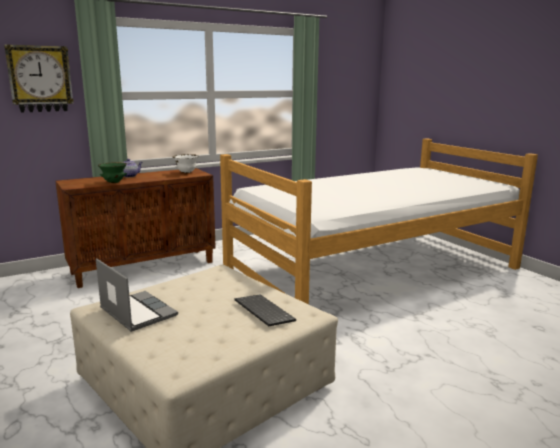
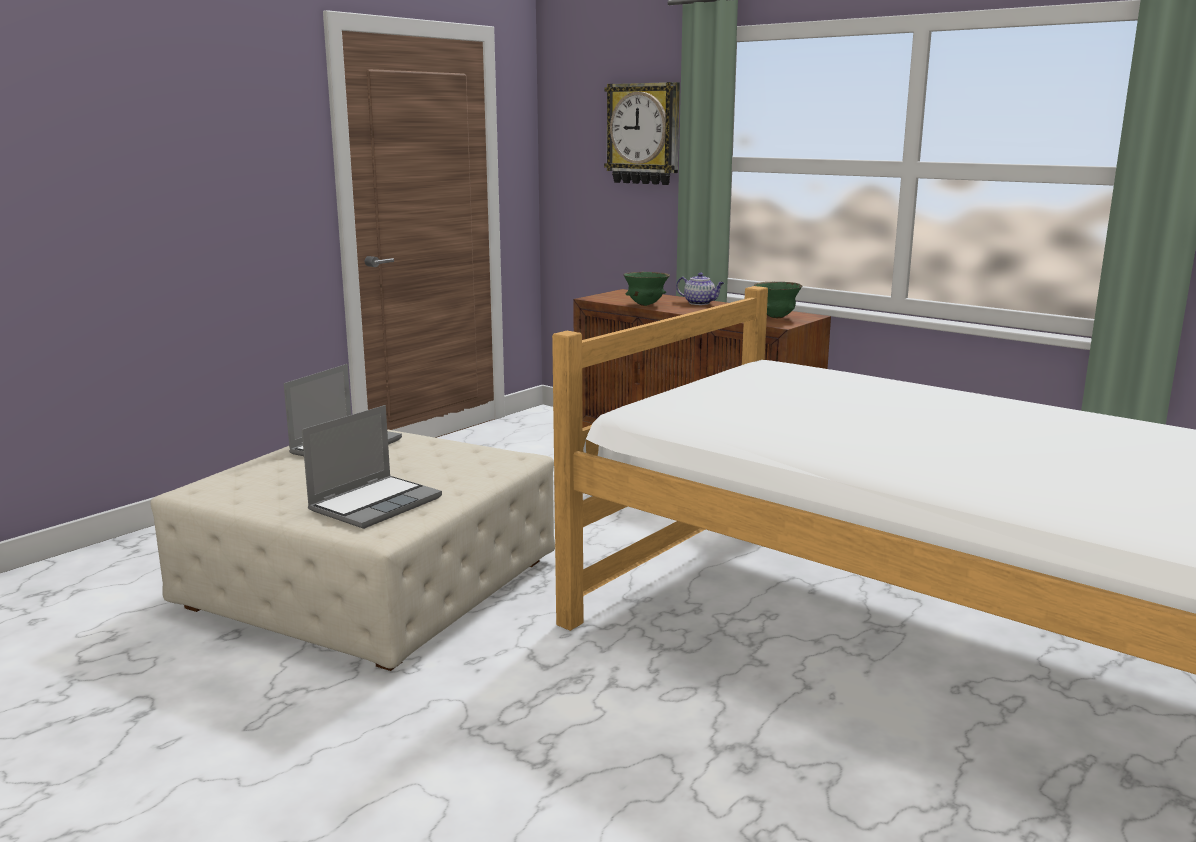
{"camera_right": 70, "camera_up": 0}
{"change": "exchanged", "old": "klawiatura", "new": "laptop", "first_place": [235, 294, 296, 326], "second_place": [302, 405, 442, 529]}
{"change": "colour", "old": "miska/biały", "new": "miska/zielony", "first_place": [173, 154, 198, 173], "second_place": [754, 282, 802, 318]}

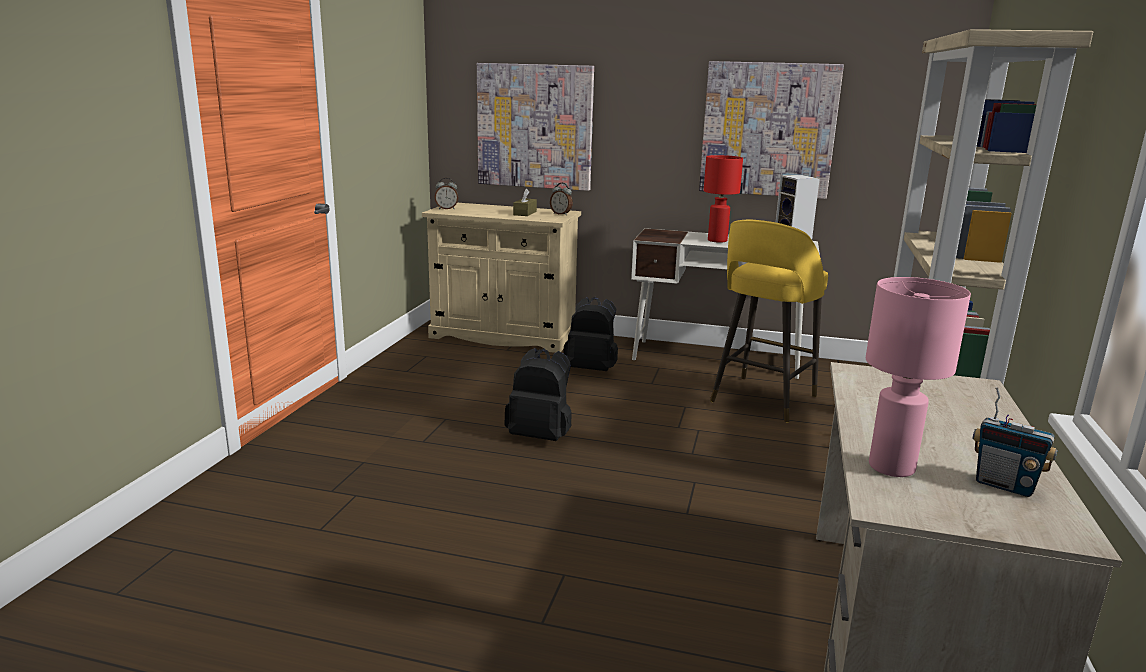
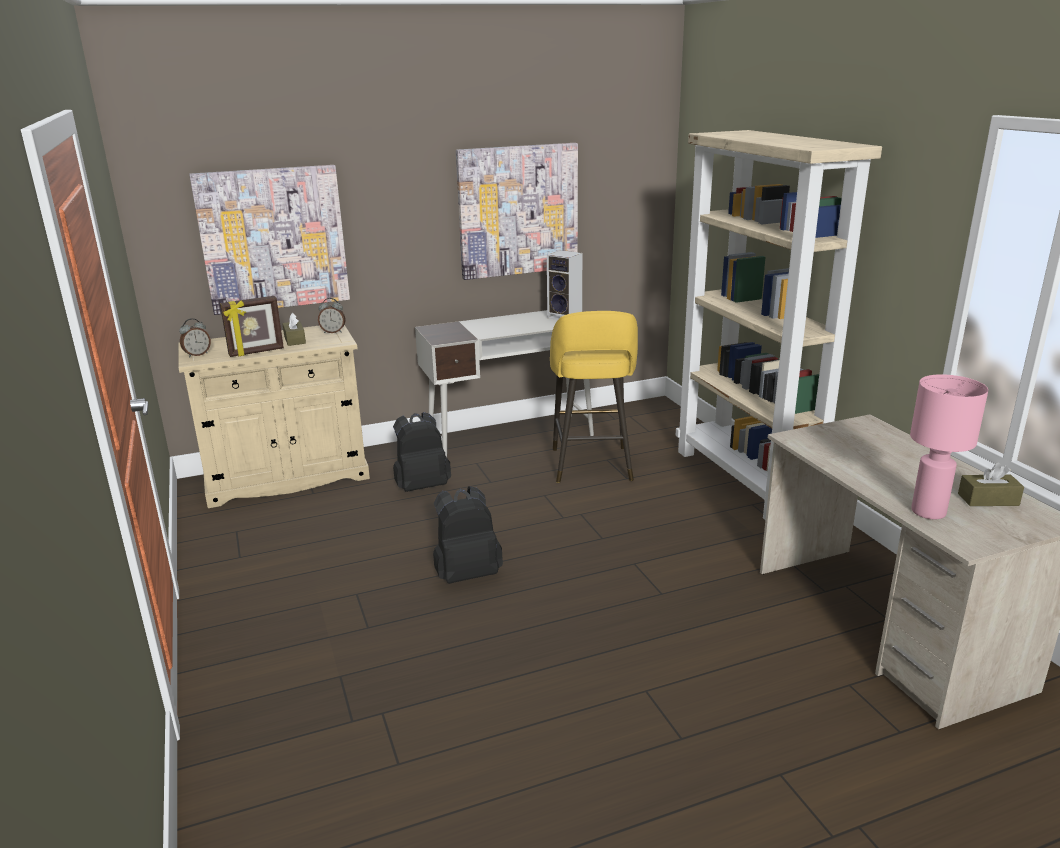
{"camera_right": -35, "camera_up": 5}
{"change": "missing", "old": "lampa stołowa/czerwony", "first_place": [704, 155, 743, 243]}
{"change": "appeared", "new": "ramka na zdjęcie", "second_place": [220, 296, 284, 357]}
{"change": "exchanged", "old": "radio", "new": "pudełko chusteczek/brązowy", "first_place": [972, 387, 1058, 497], "second_place": [958, 463, 1024, 506]}

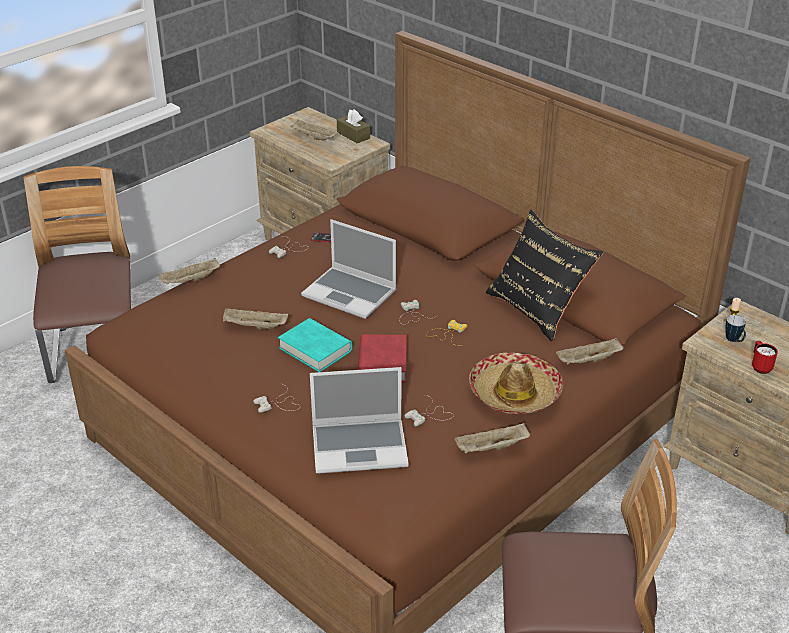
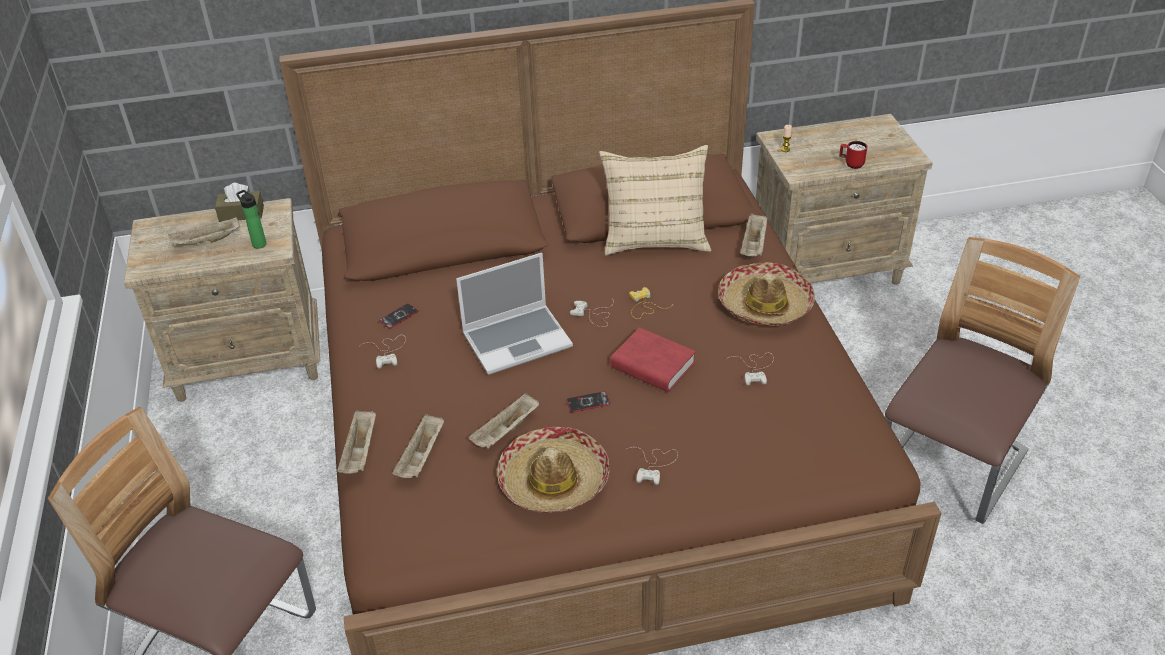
{"camera_right": -55, "camera_up": 5}
{"change": "missing", "old": "laptop", "first_place": [310, 367, 409, 473]}
{"change": "missing", "old": "kubek", "first_place": [725, 315, 746, 342]}
{"change": "appeared", "new": "butelka", "second_place": [236, 190, 266, 249]}
{"change": "appeared", "new": "kapelusz", "second_place": [497, 427, 609, 513]}
{"change": "relocated", "old": "taca/beżowy", "first_place": [455, 423, 530, 453], "second_place": [392, 414, 444, 478]}
{"change": "exchanged", "old": "książka/turkusowy", "new": "telefon", "first_place": [278, 318, 352, 372], "second_place": [566, 391, 610, 412]}
{"change": "colour", "old": "poduszka/czarny", "new": "poduszka/beżowy", "first_place": [486, 210, 603, 341], "second_place": [599, 145, 711, 255]}

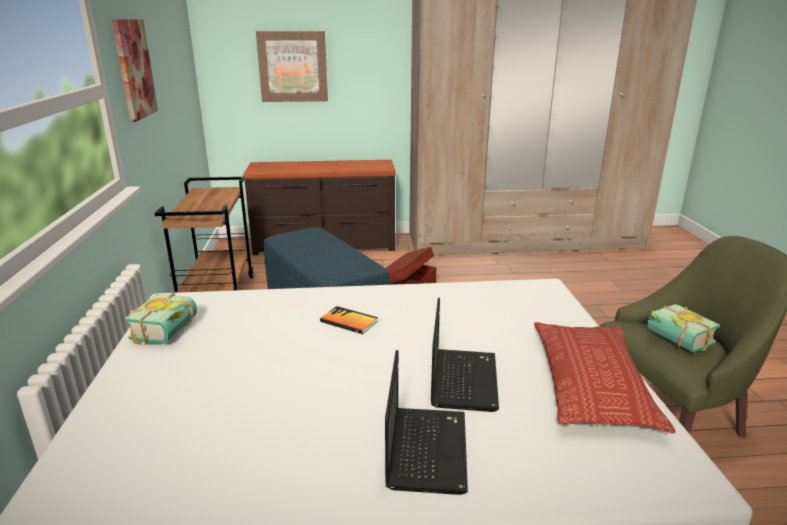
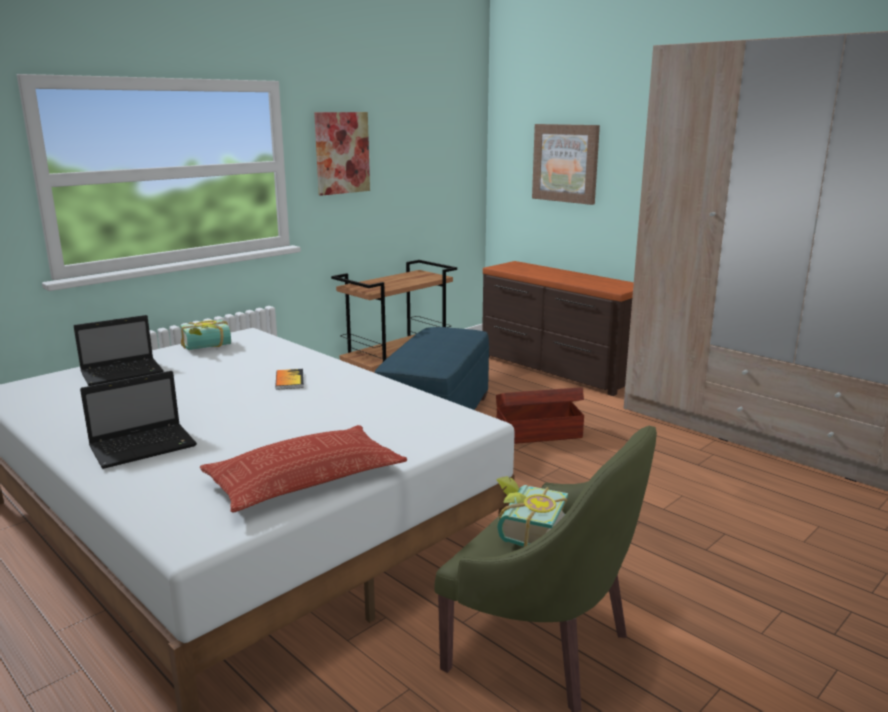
{"camera_right": 50, "camera_up": -5}
{"change": "relocated", "old": "laptop", "first_place": [431, 298, 499, 412], "second_place": [74, 315, 164, 386]}

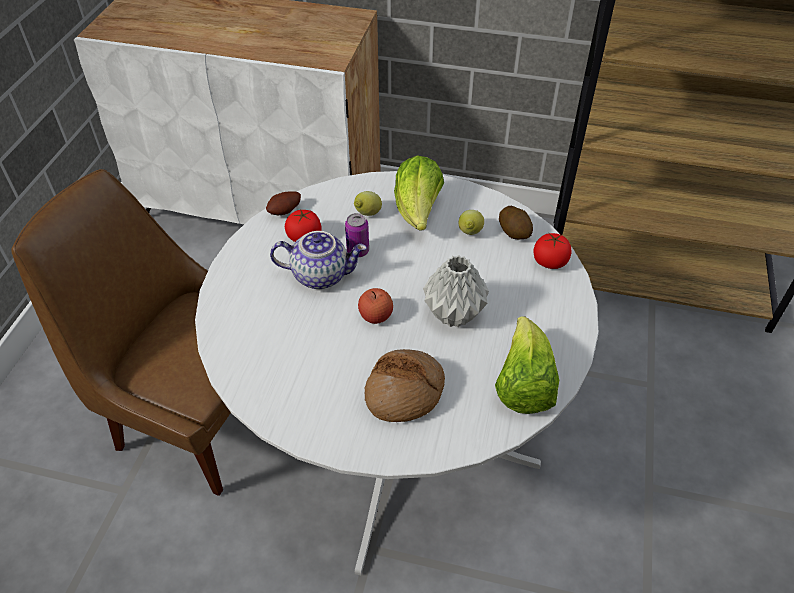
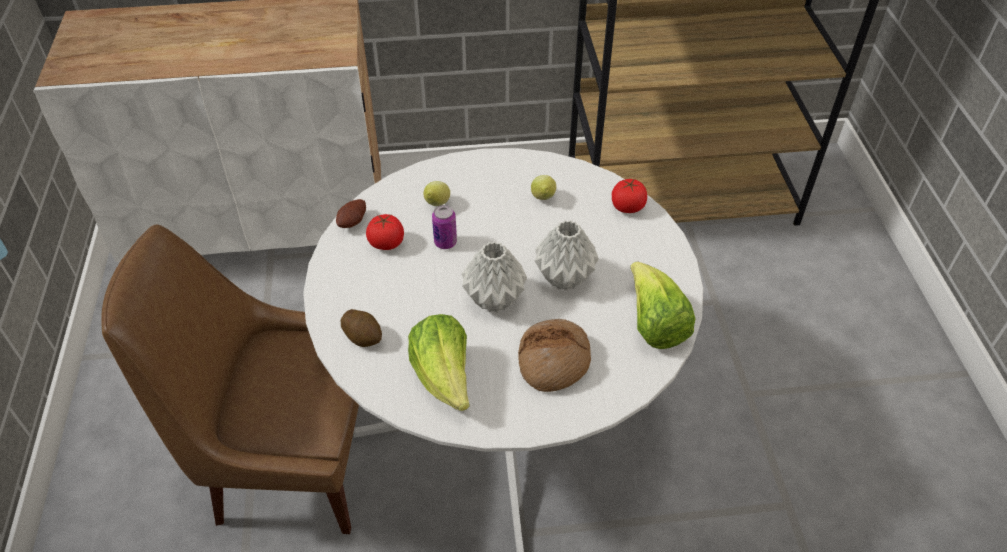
{"camera_right": -20, "camera_up": 0}
{"change": "missing", "old": "imbryk", "first_place": [270, 231, 367, 289]}
{"change": "relocated", "old": "sałata", "first_place": [394, 156, 444, 230], "second_place": [408, 314, 470, 411]}
{"change": "relocated", "old": "ziemniak", "first_place": [499, 206, 533, 239], "second_place": [341, 309, 382, 347]}
{"change": "exchanged", "old": "jabłko", "new": "wazon/szary", "first_place": [358, 288, 393, 324], "second_place": [462, 241, 527, 312]}

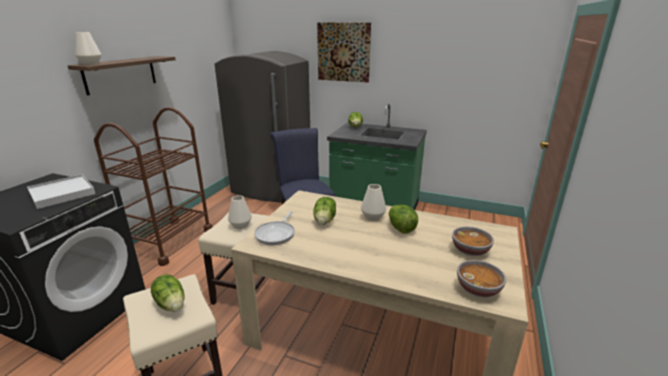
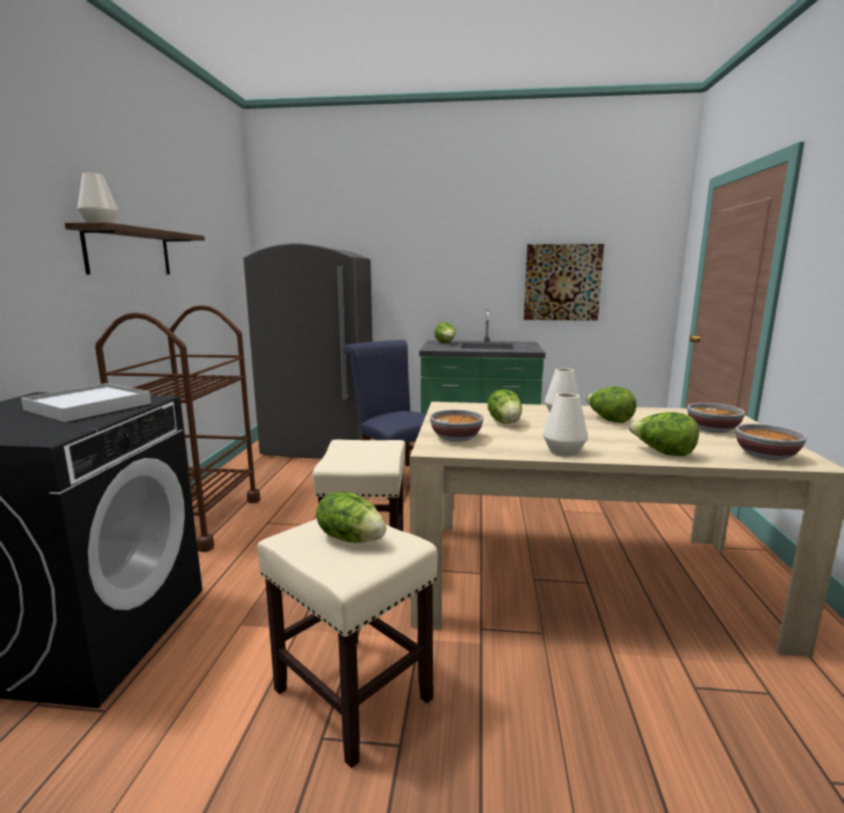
{"camera_right": -15, "camera_up": -10}
{"change": "appeared", "new": "sałata", "second_place": [629, 412, 699, 456]}
{"change": "relocated", "old": "wazon/biały", "first_place": [228, 195, 252, 229], "second_place": [543, 393, 588, 456]}
{"change": "relocated", "old": "obraz", "first_place": [317, 23, 371, 82], "second_place": [524, 244, 604, 321]}
{"change": "exchanged", "old": "patelnia", "new": "miska", "first_place": [254, 211, 295, 245], "second_place": [430, 410, 483, 442]}

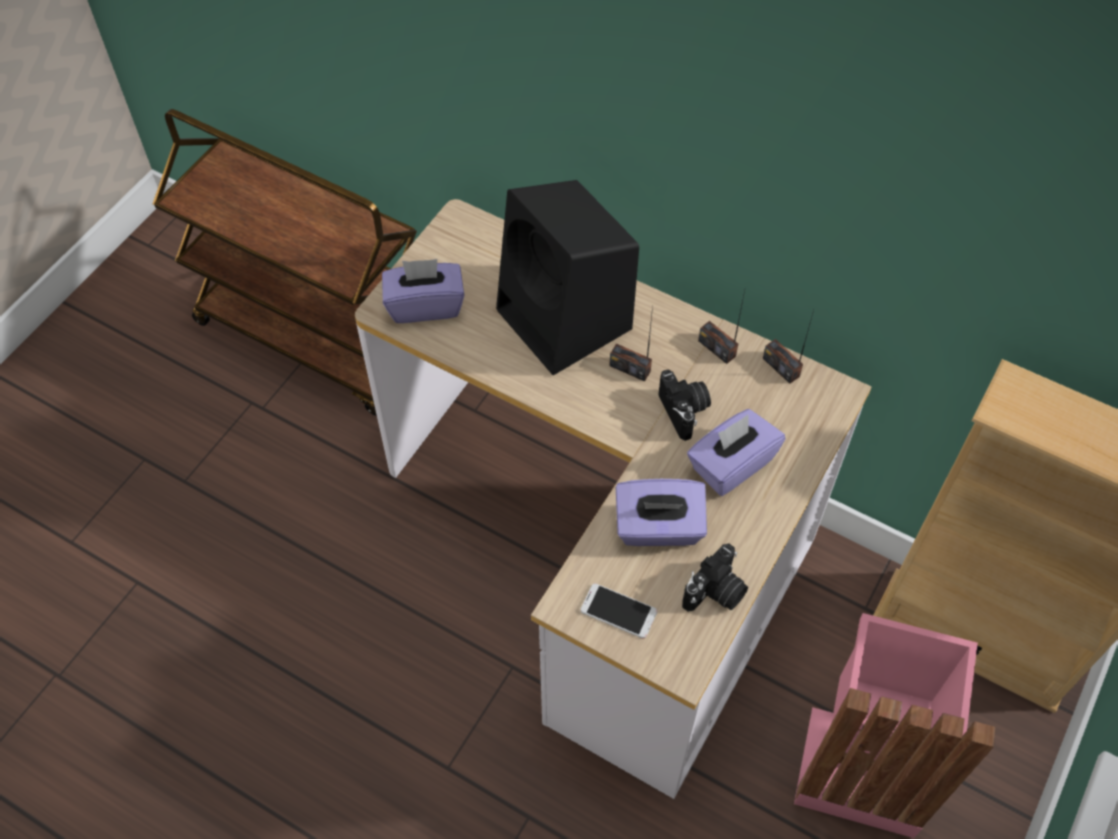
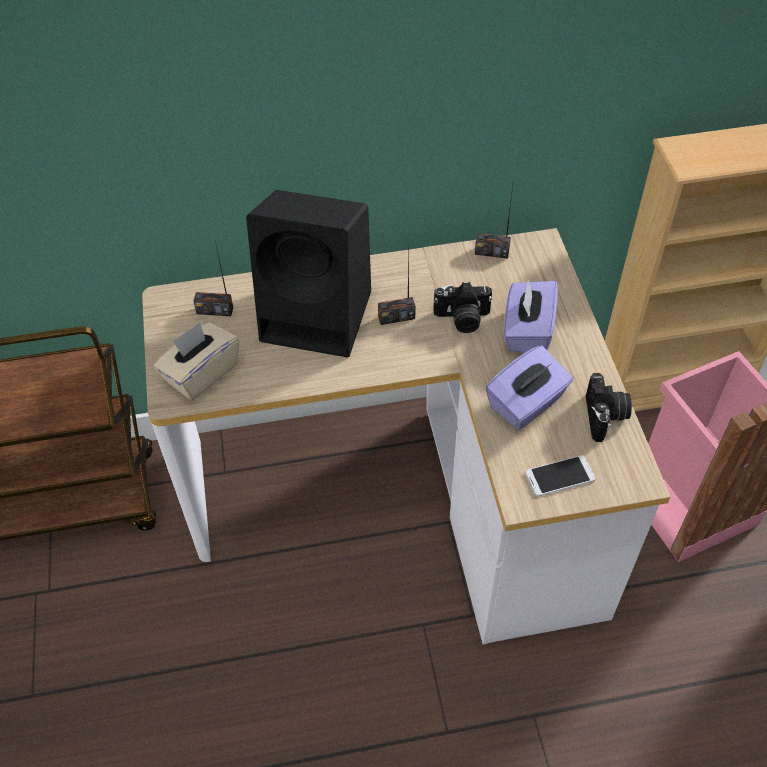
{"camera_right": -40, "camera_up": -5}
{"change": "relocated", "old": "radio", "first_place": [698, 290, 745, 364], "second_place": [193, 242, 233, 316]}
{"change": "colour", "old": "pudełko chusteczek/fioletowy", "new": "pudełko chusteczek/beżowy", "first_place": [382, 259, 464, 323], "second_place": [153, 322, 239, 400]}
{"change": "spun", "old": "aparat fotograficzny", "first_place": [658, 370, 711, 441], "second_place": [433, 282, 493, 333], "degrees": 150}

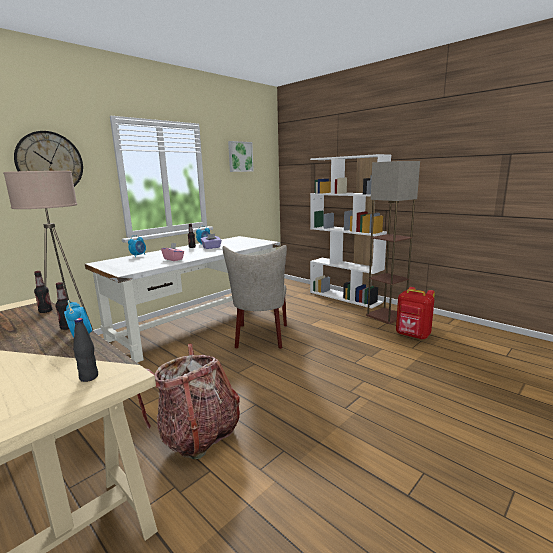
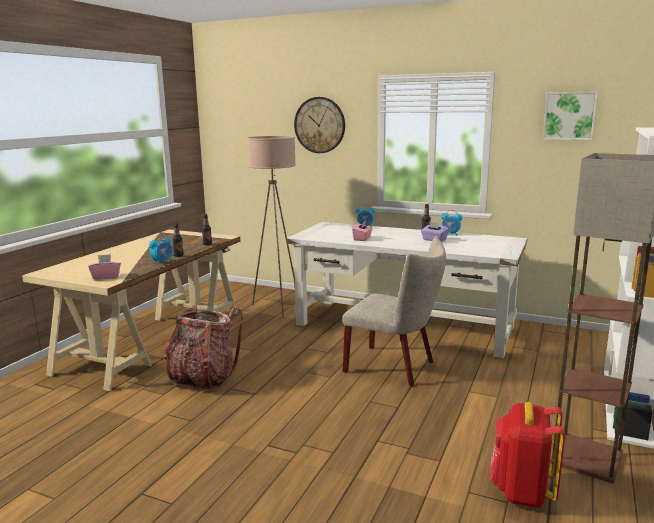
{"camera_right": 70, "camera_up": 0}
{"change": "exchanged", "old": "butelka/czarny", "new": "pudełko chusteczek/różowy", "first_place": [73, 318, 98, 382], "second_place": [88, 254, 121, 280]}
{"change": "spun", "old": "krzesło/beżowy", "first_place": [223, 245, 287, 349], "second_place": [342, 236, 446, 387], "degrees": -135}

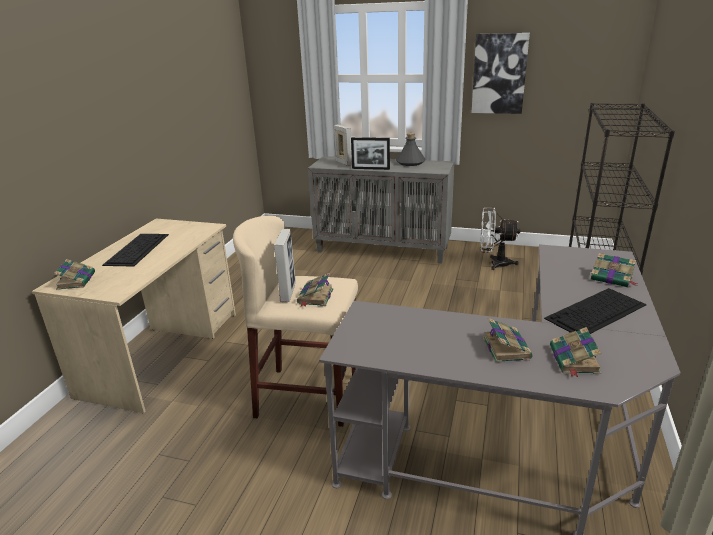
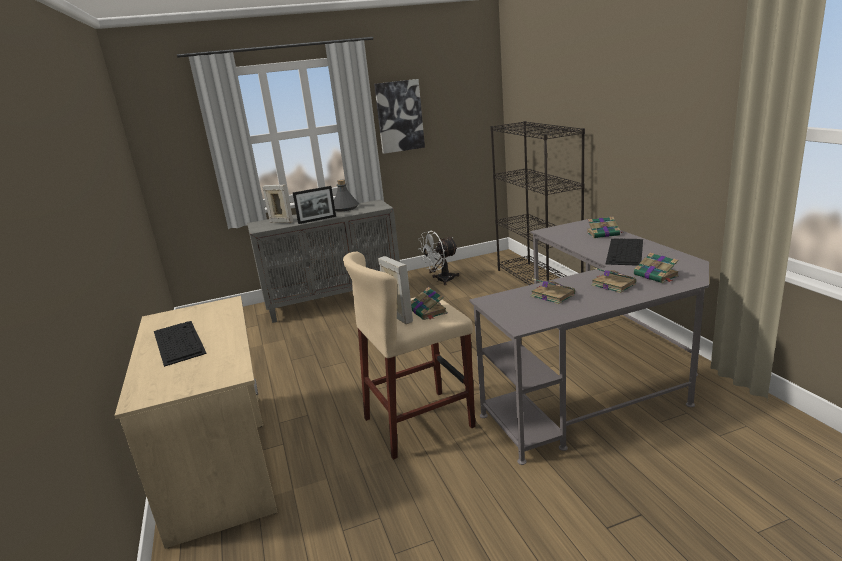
{"camera_right": -35, "camera_up": -5}
{"change": "relocated", "old": "książka", "first_place": [54, 259, 95, 290], "second_place": [531, 278, 575, 304]}

